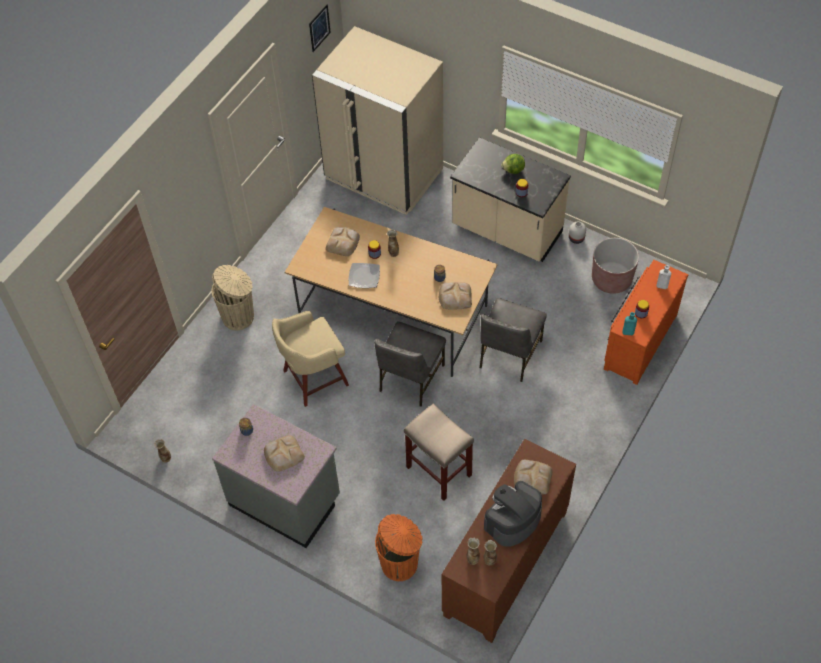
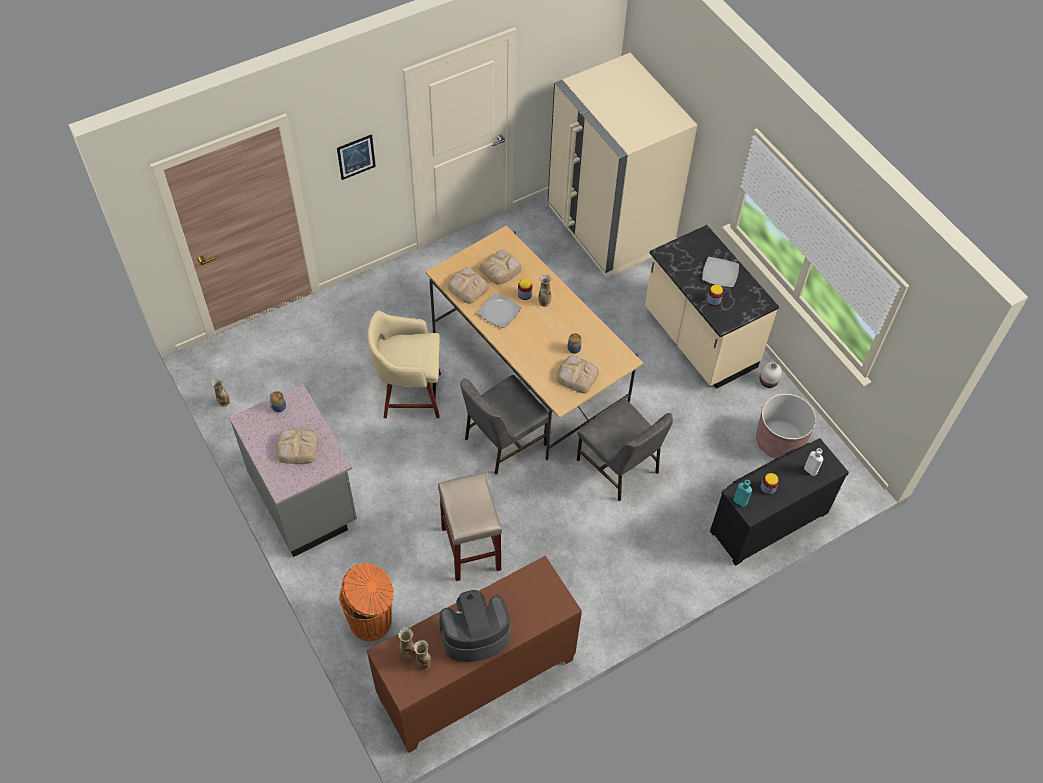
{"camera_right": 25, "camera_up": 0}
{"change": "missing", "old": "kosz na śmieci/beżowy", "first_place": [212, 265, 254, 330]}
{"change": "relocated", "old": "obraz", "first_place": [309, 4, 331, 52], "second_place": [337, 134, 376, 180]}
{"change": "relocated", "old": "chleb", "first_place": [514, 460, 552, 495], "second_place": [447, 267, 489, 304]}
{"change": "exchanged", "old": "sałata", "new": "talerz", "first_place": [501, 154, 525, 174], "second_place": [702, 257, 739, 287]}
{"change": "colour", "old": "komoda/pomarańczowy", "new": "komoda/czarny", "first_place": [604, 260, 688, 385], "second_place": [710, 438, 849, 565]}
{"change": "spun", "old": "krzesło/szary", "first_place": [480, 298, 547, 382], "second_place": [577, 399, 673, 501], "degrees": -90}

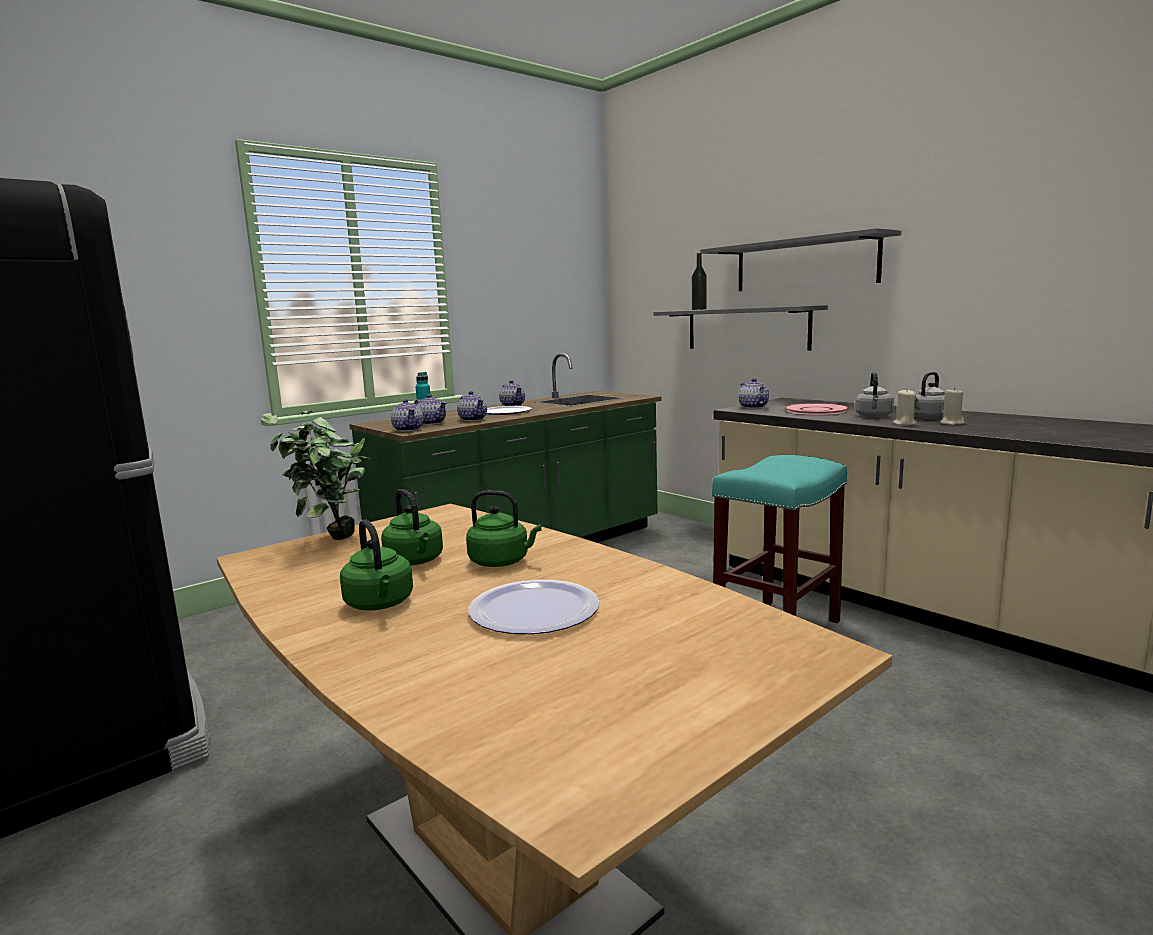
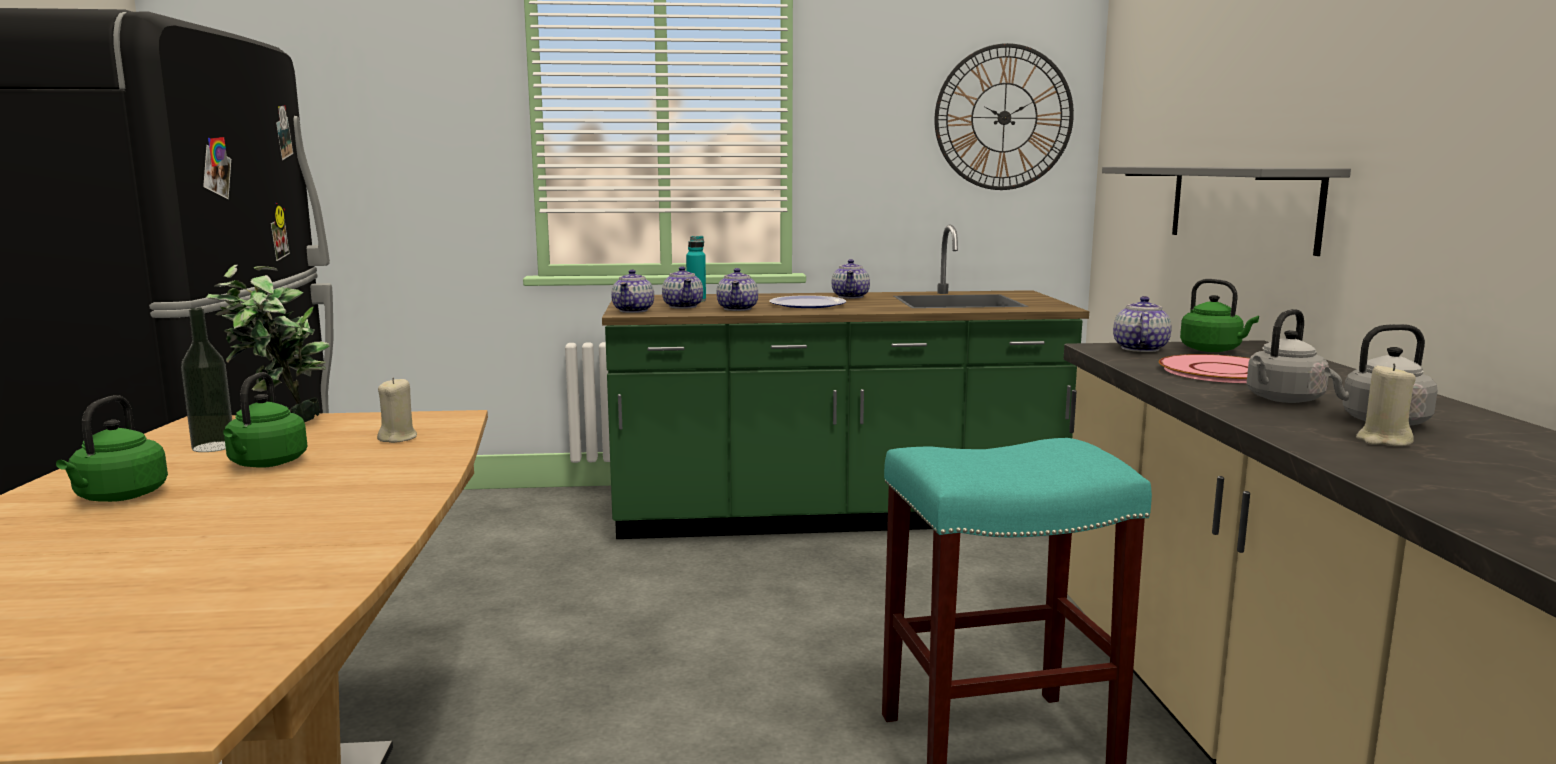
{"camera_right": 35, "camera_up": 0}
{"change": "missing", "old": "talerz", "first_place": [468, 580, 600, 634]}
{"change": "missing", "old": "półka/szary", "first_place": [700, 228, 901, 291]}
{"change": "appeared", "new": "zegar ścienny", "second_place": [934, 43, 1074, 190]}
{"change": "relocated", "old": "czajnik/zielony", "first_place": [466, 490, 541, 567], "second_place": [1180, 279, 1259, 352]}
{"change": "relocated", "old": "butelka", "first_place": [692, 253, 707, 310], "second_place": [181, 308, 232, 452]}
{"change": "relocated", "old": "świeca/beżowy", "first_place": [892, 389, 917, 426], "second_place": [377, 377, 417, 443]}

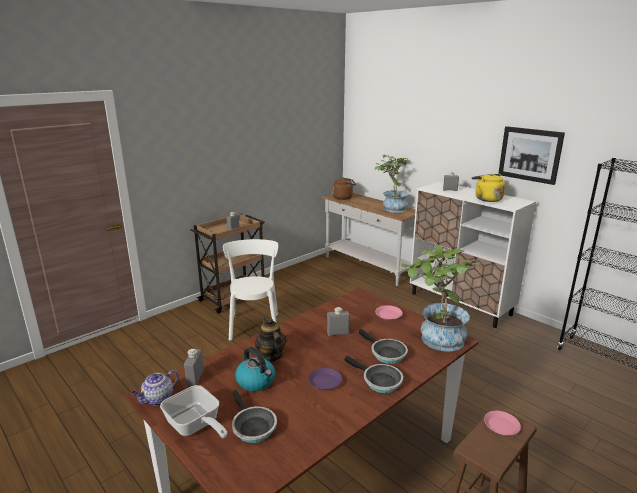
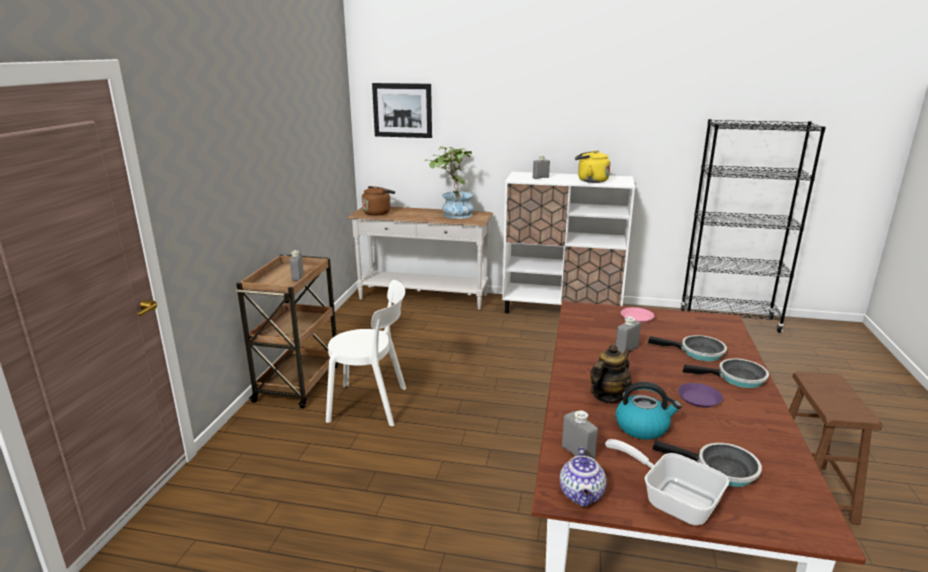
{"camera_right": -35, "camera_up": 0}
{"change": "missing", "old": "roślina doniczkowa", "first_place": [400, 246, 480, 352]}
{"change": "missing", "old": "talerz/różowy", "first_place": [484, 411, 521, 436]}
{"change": "relocated", "old": "obraz", "first_place": [498, 126, 565, 185], "second_place": [372, 83, 432, 138]}
{"change": "spun", "old": "patelnia", "first_place": [160, 385, 227, 438], "second_place": [605, 439, 729, 525], "degrees": -150}
{"change": "spun", "old": "krzesło/biały", "first_place": [223, 239, 278, 340], "second_place": [326, 280, 406, 426], "degrees": 135}
{"change": "spun", "old": "imbryk", "first_place": [255, 317, 287, 362], "second_place": [590, 344, 632, 403], "degrees": 105}

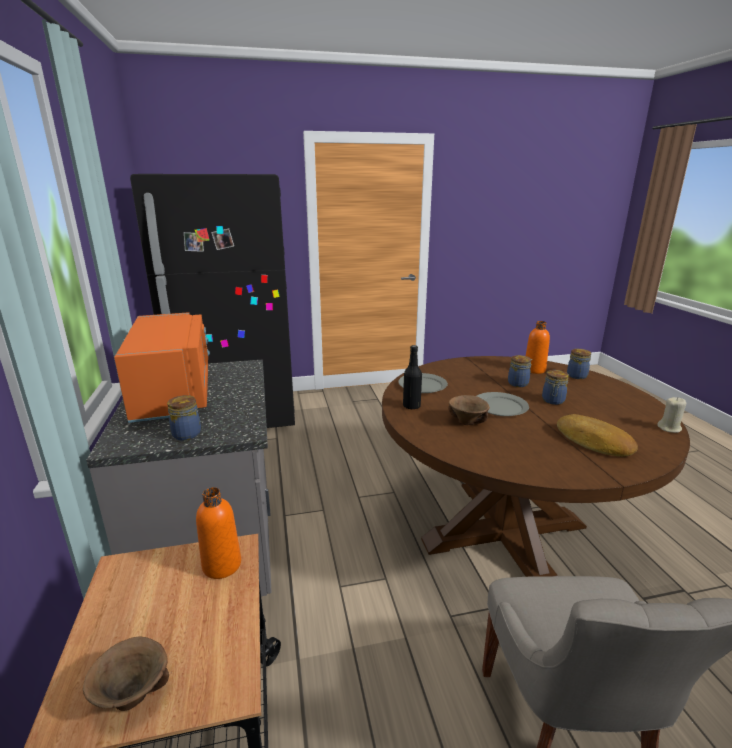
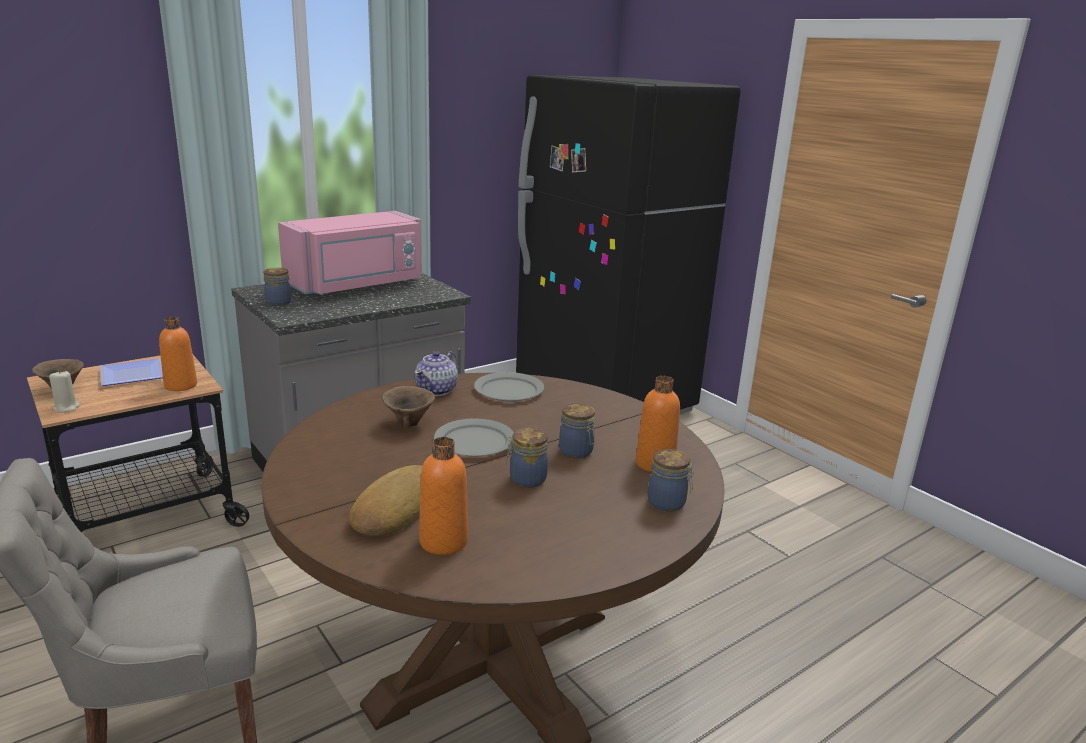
{"camera_right": 65, "camera_up": 0}
{"change": "appeared", "new": "talerz", "second_place": [100, 358, 163, 386]}
{"change": "appeared", "new": "butelka/pomarańczowy", "second_place": [419, 437, 468, 555]}
{"change": "relocated", "old": "świeca/beżowy", "first_place": [657, 397, 686, 433], "second_place": [49, 370, 80, 413]}
{"change": "exchanged", "old": "butelka/czarny", "new": "imbryk", "first_place": [403, 345, 422, 409], "second_place": [415, 351, 458, 396]}
{"change": "colour", "old": "mikrofalówka/pomarańczowy", "new": "mikrofalówka/różowy", "first_place": [114, 312, 210, 423], "second_place": [278, 211, 422, 295]}

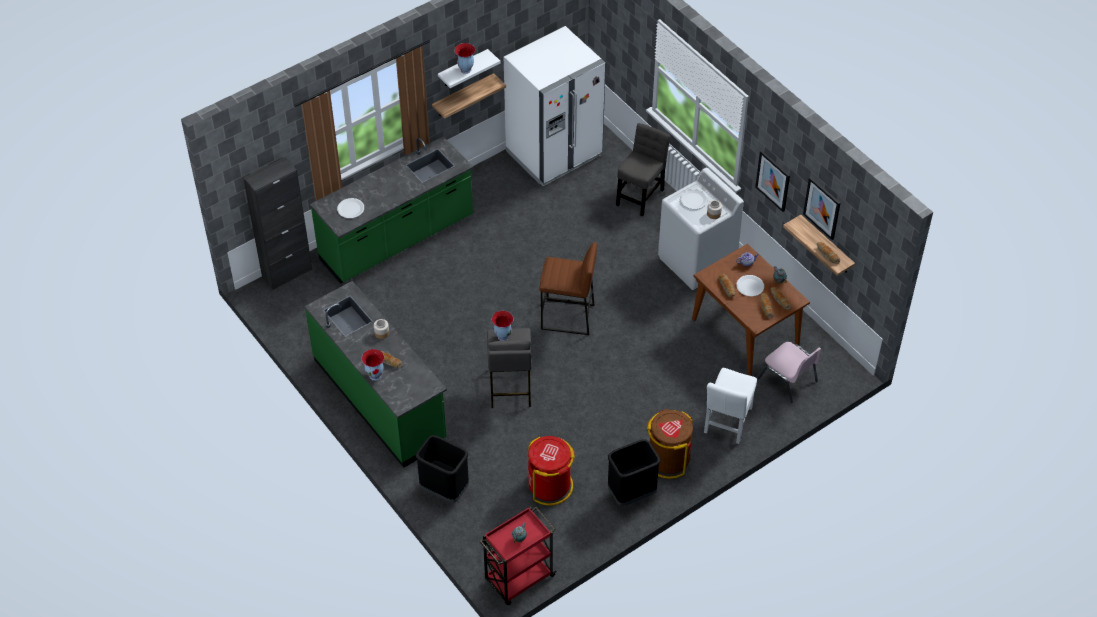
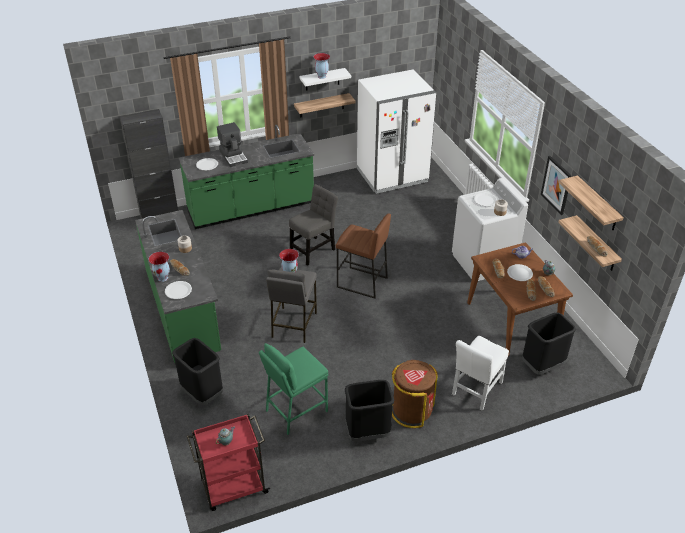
{"camera_right": 15, "camera_up": -10}
{"change": "appeared", "new": "talerz/biały", "second_place": [165, 281, 192, 299]}
{"change": "appeared", "new": "ekspres do kawy", "second_place": [217, 122, 248, 167]}
{"change": "relocated", "old": "krzesło/szary", "first_place": [616, 123, 671, 216], "second_place": [289, 184, 338, 266]}
{"change": "exchanged", "old": "kosz na śmieci/czerwony", "new": "stołek/zielony", "first_place": [528, 436, 575, 506], "second_place": [259, 343, 328, 435]}
{"change": "exchanged", "old": "krzesło/różowy", "new": "kosz na śmieci/czarny", "first_place": [758, 342, 821, 403], "second_place": [522, 312, 576, 375]}
{"change": "exchanged", "old": "obraz", "new": "półka", "first_place": [803, 177, 840, 240], "second_place": [559, 175, 624, 230]}

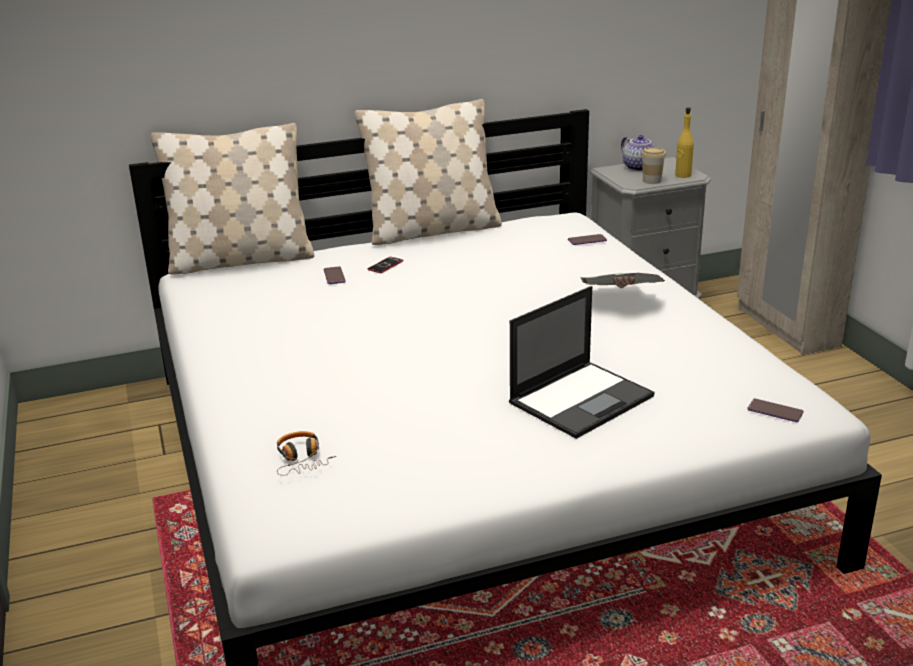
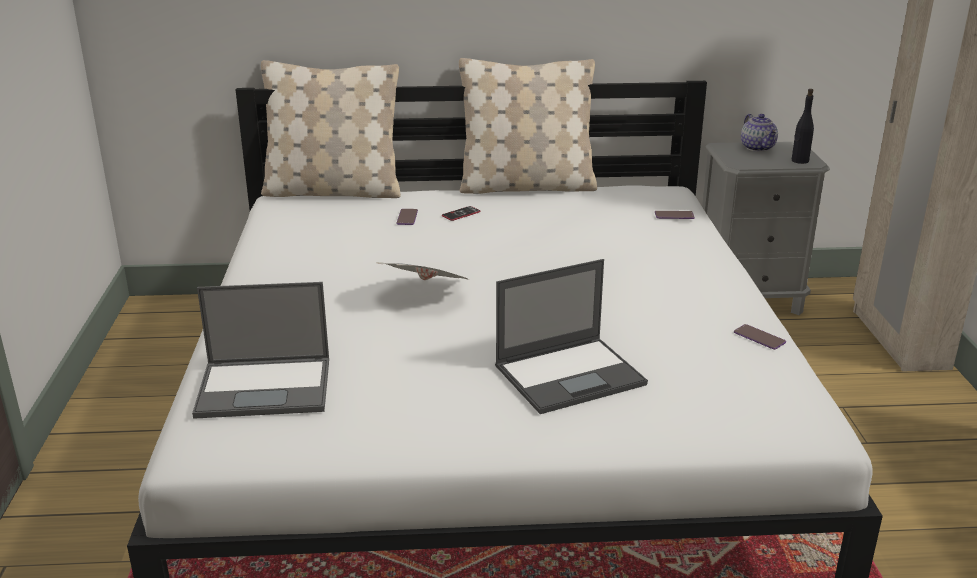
{"camera_right": 15, "camera_up": 0}
{"change": "missing", "old": "filiżanka", "first_place": [641, 147, 666, 184]}
{"change": "relocated", "old": "gazeta", "first_place": [580, 273, 665, 288], "second_place": [377, 262, 470, 280]}
{"change": "relocated", "old": "telefon", "first_place": [747, 399, 804, 422], "second_place": [734, 324, 786, 350]}
{"change": "exchanged", "old": "słuchawki", "new": "laptop", "first_place": [277, 431, 336, 476], "second_place": [192, 282, 329, 419]}
{"change": "colour", "old": "butelka/żółty", "new": "butelka/czarny", "first_place": [675, 107, 694, 178], "second_place": [792, 89, 814, 164]}

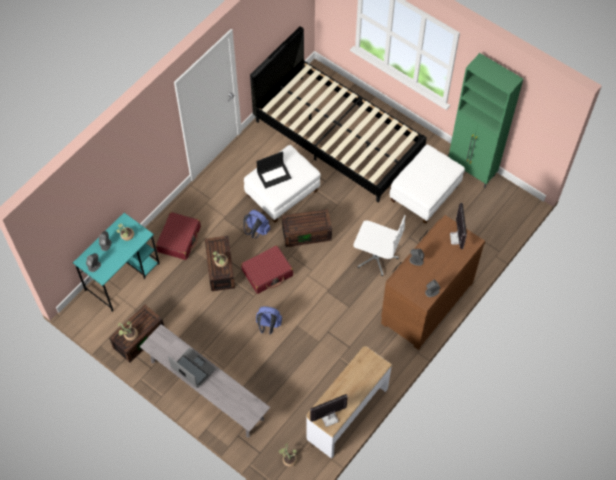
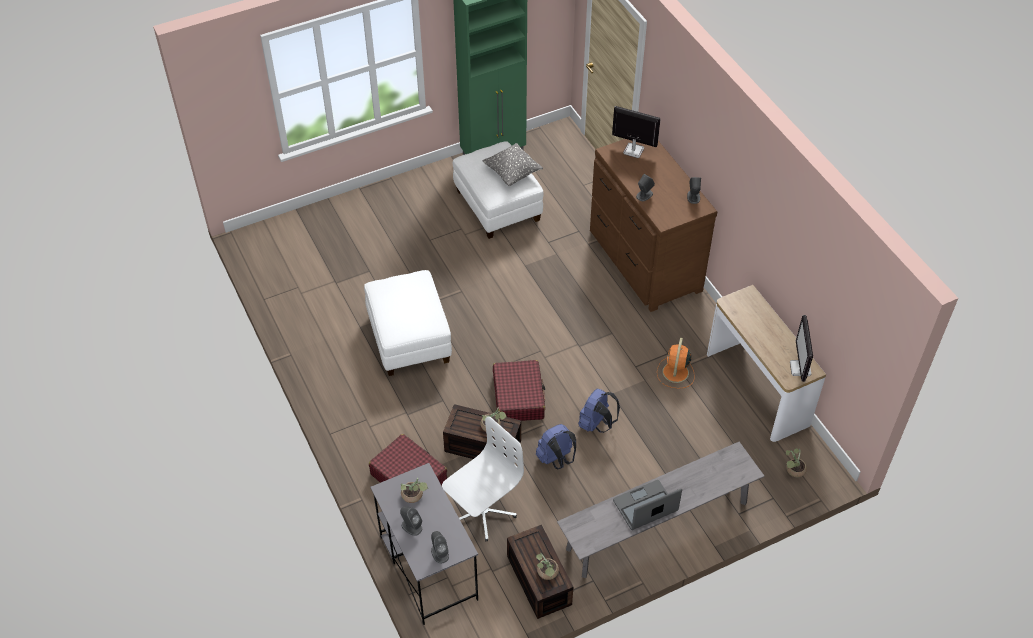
{"camera_right": -65, "camera_up": -10}
{"change": "missing", "old": "łóżko/czarny", "first_place": [250, 26, 427, 202]}
{"change": "missing", "old": "laptop", "first_place": [256, 151, 292, 189]}
{"change": "missing", "old": "pojemnik do przechowywania/brązowy", "first_place": [282, 209, 332, 247]}
{"change": "appeared", "new": "poduszka/szary", "second_place": [483, 143, 543, 186]}
{"change": "appeared", "new": "wentylator/pomarańczowy", "second_place": [657, 338, 695, 388]}
{"change": "relocated", "old": "plecak/niebieski", "first_place": [243, 210, 270, 238], "second_place": [536, 424, 576, 469]}
{"change": "relocated", "old": "krzesło biurowe/biały", "first_place": [353, 215, 405, 276], "second_place": [442, 417, 524, 541]}
{"change": "colour", "old": "biurko/turkusowy", "new": "biurko/szary", "first_place": [73, 213, 160, 312], "second_place": [370, 463, 478, 625]}

